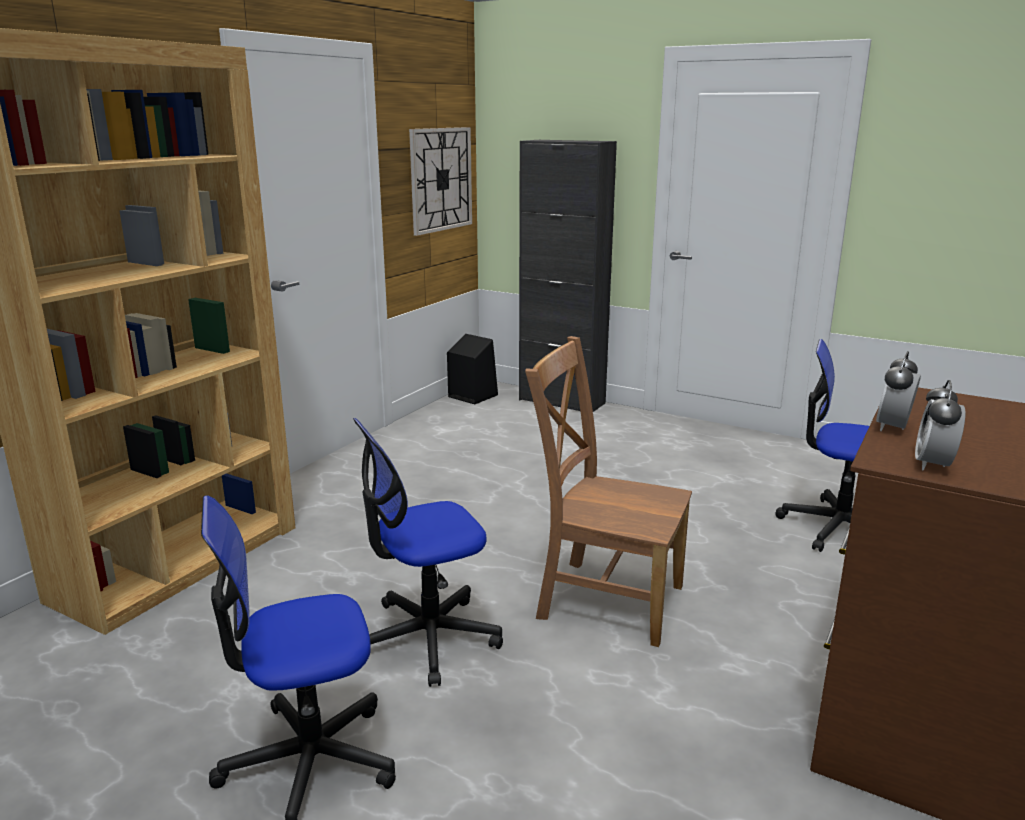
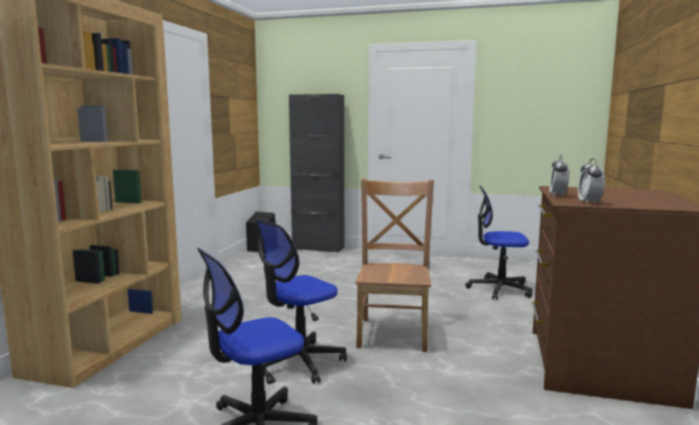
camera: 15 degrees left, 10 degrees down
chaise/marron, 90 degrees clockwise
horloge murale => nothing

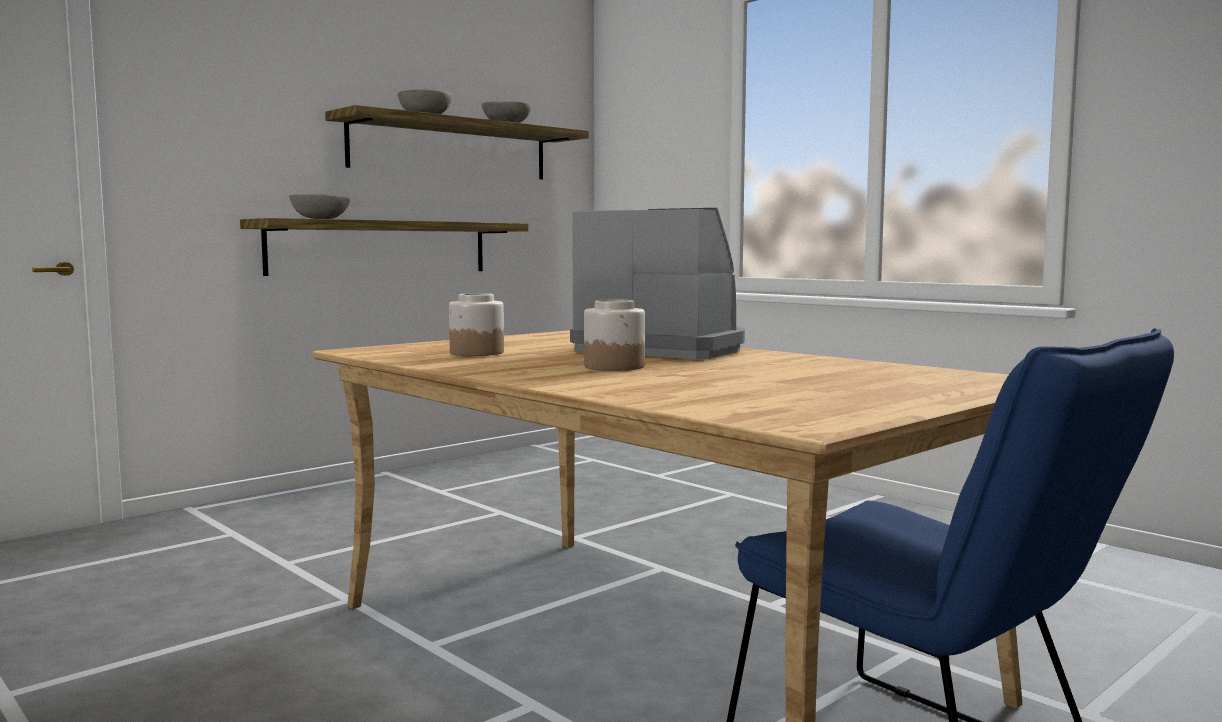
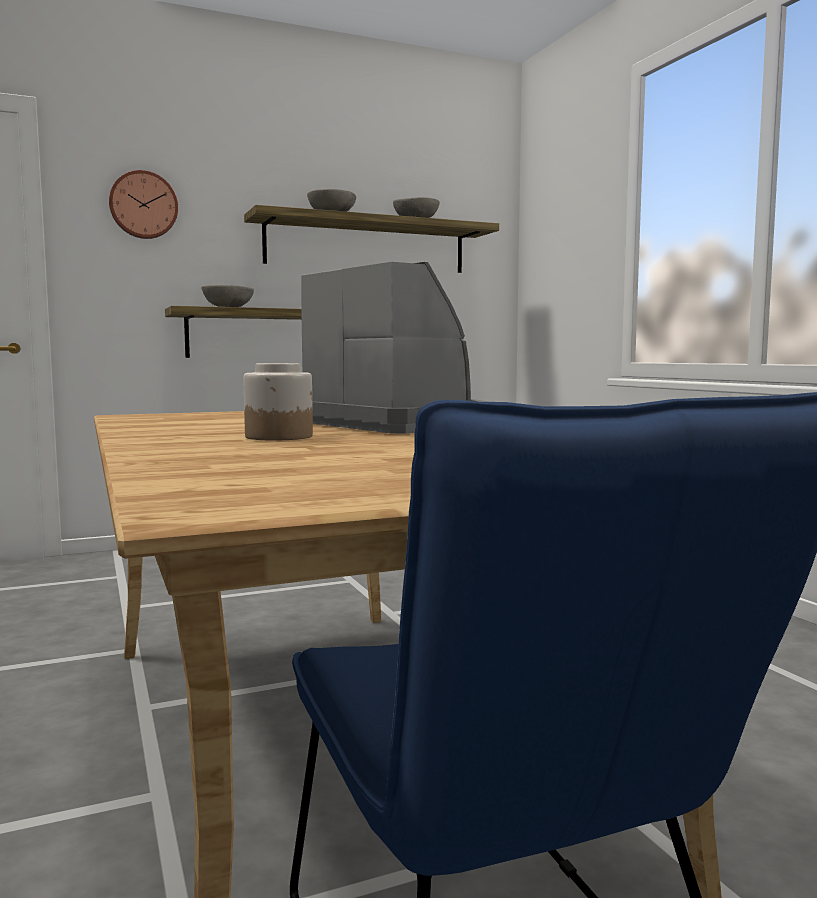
camera: 20 degrees right, 0 degrees up
nothing => horloge murale
bocal (no. 1 from left) => nothing

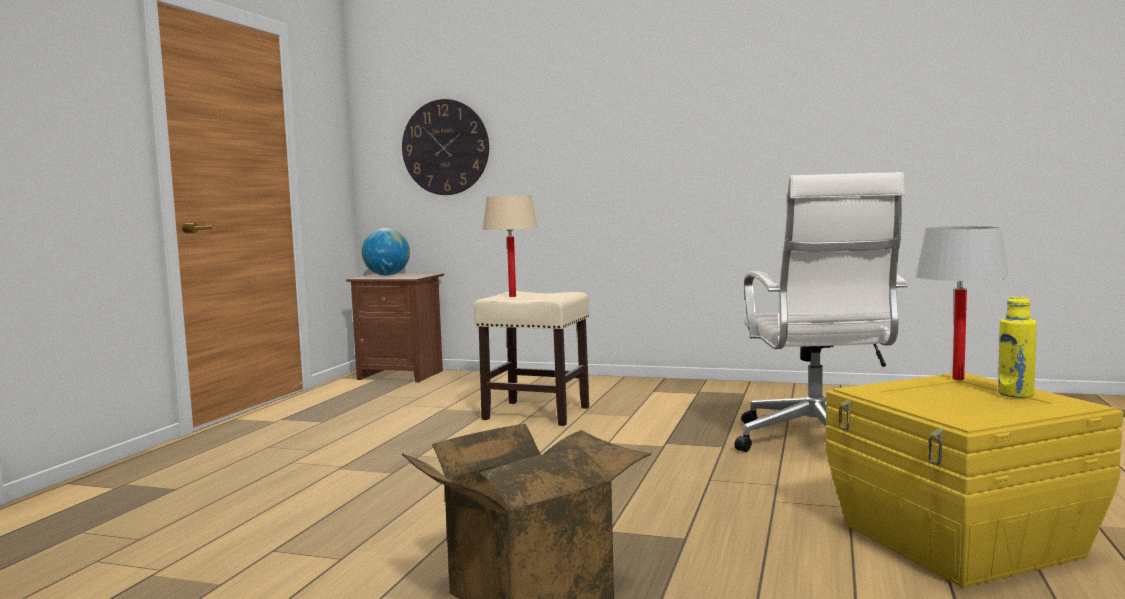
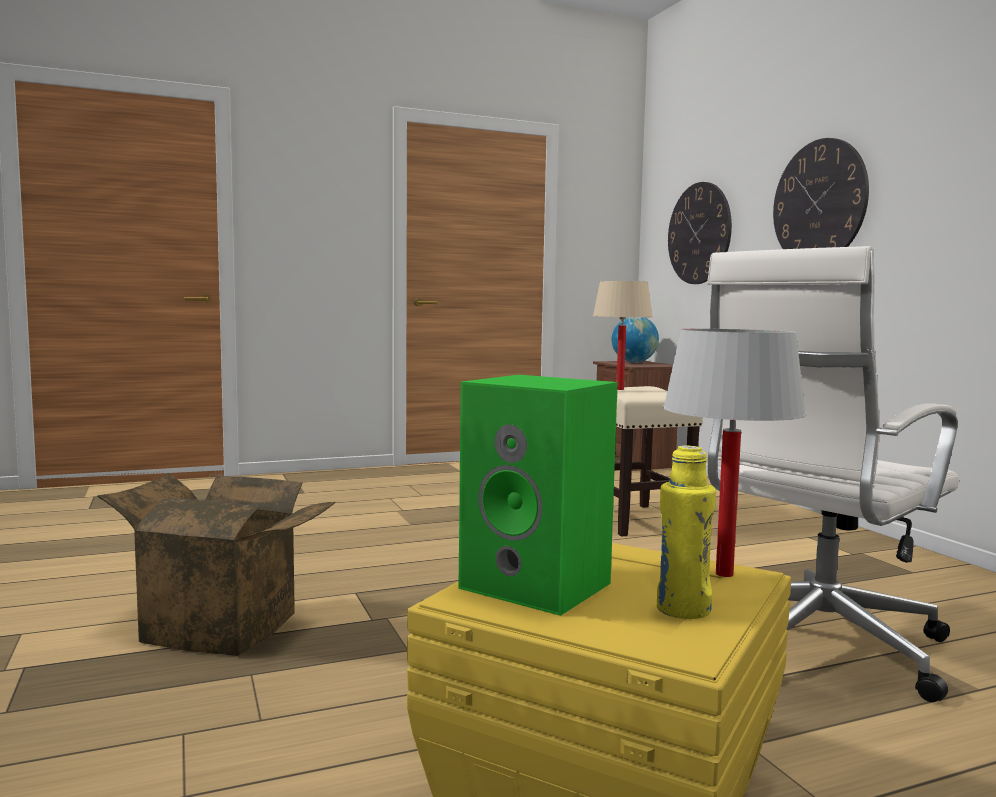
camera: 50 degrees right, 0 degrees up
nothing => enceinte/vert
nothing => horloge murale (no. 2 from left)

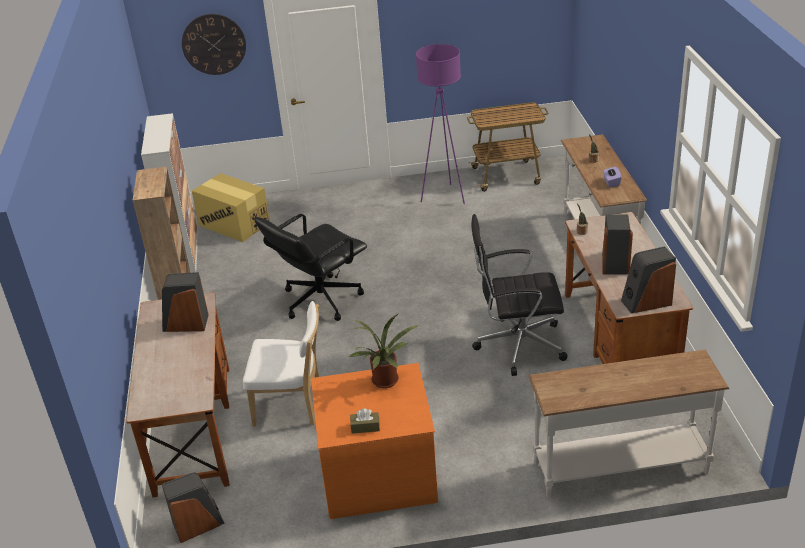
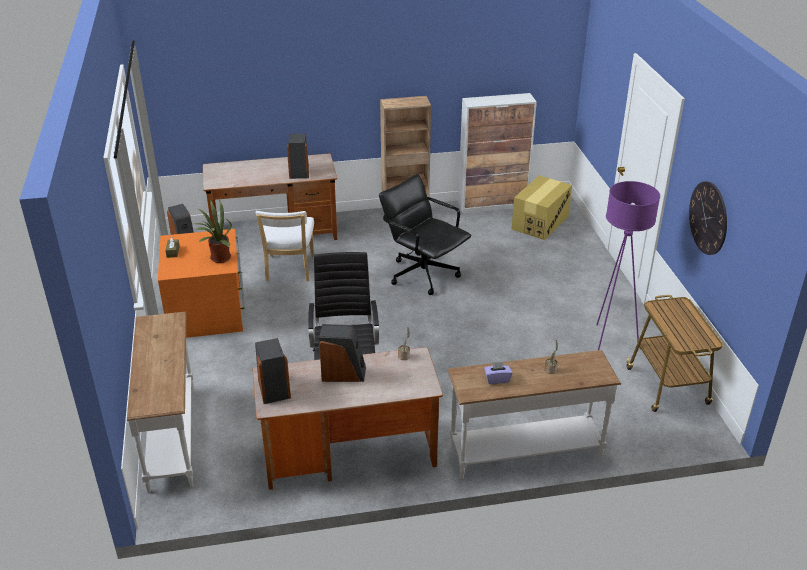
camera: 85 degrees right, 0 degrees up
horloge murale, shifted

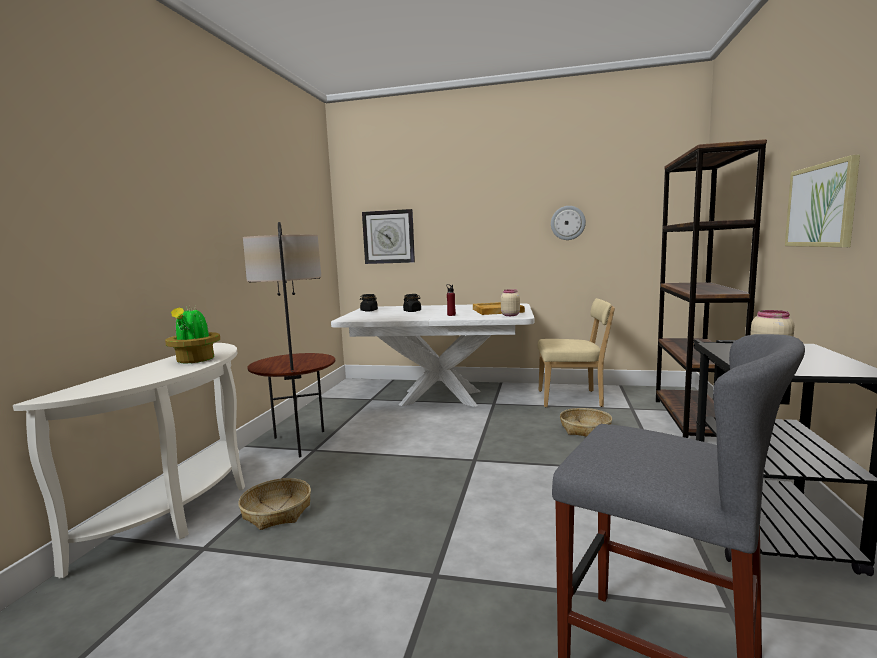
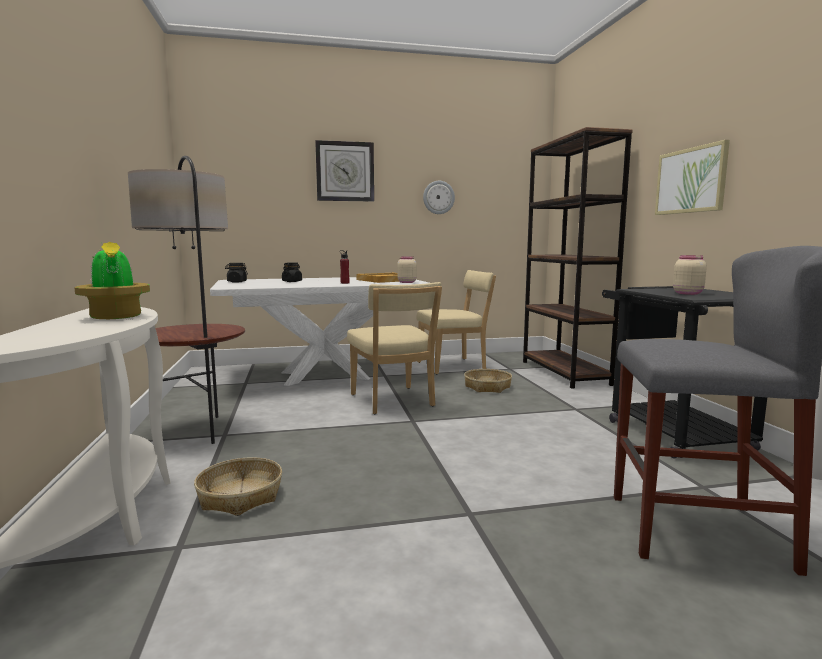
camera: 25 degrees left, 0 degrees up
horloge murale (no. 1 from left), shifted
nothing => chaise/beige (no. 1 from left)

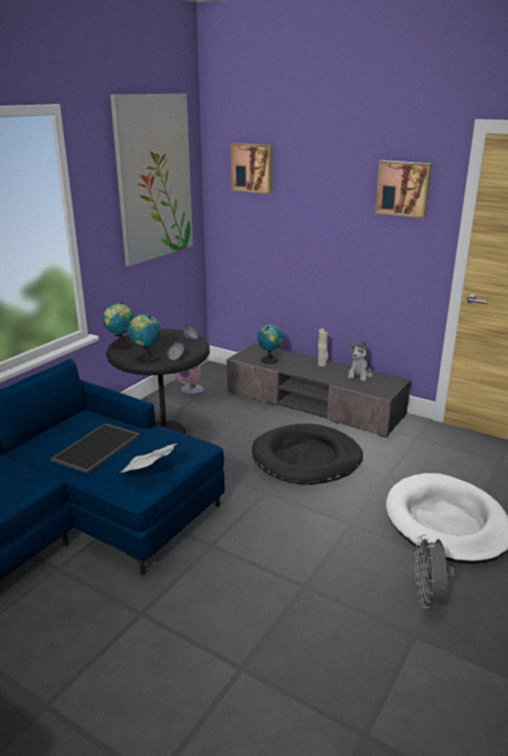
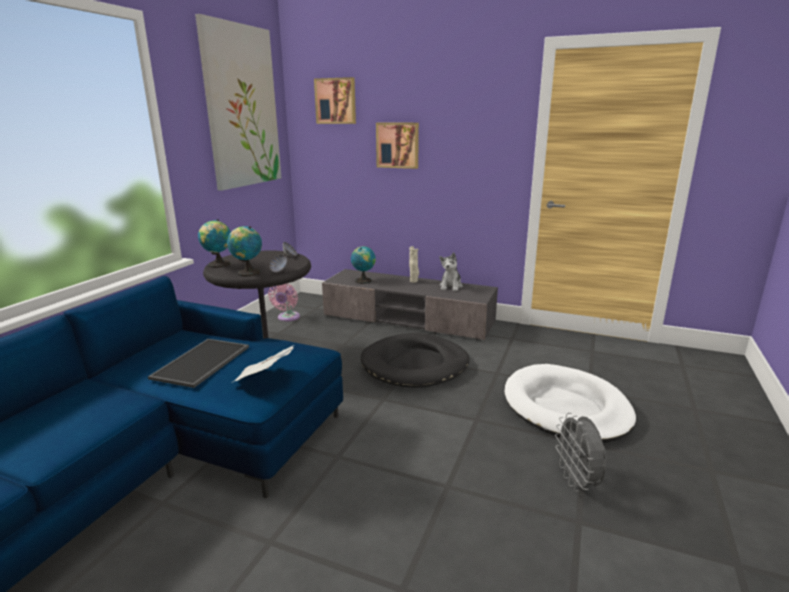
camera: 10 degrees left, 5 degrees down
tableau (no. 3 from left), shifted

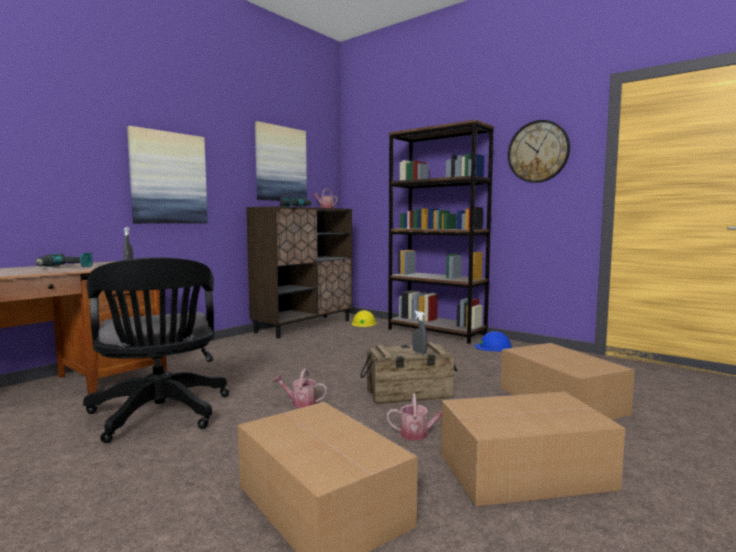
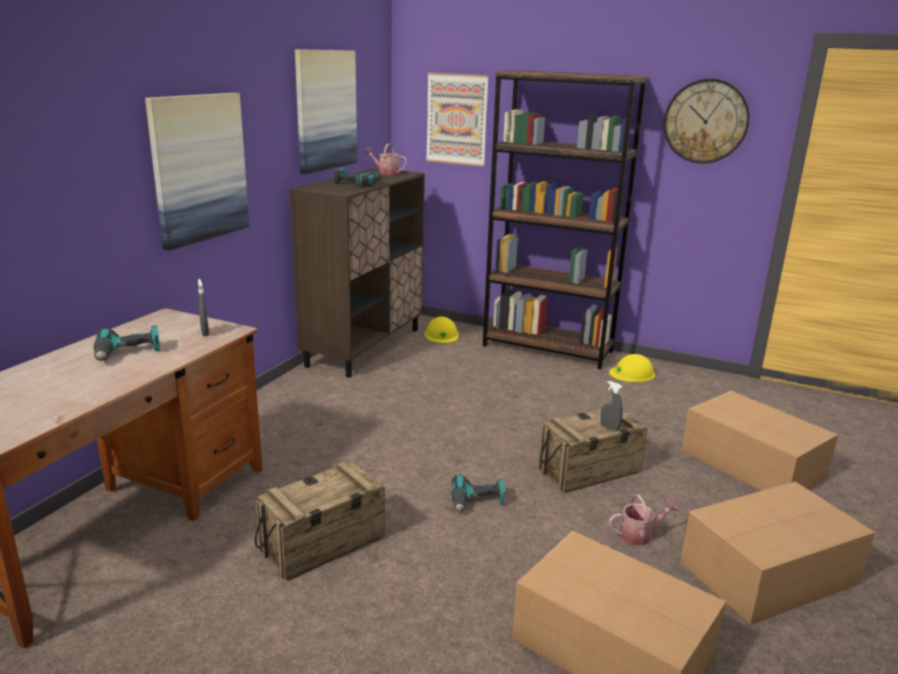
camera: 15 degrees left, 15 degrees up
chaise de bureau/noir => caisse (no. 1 from left)
nothing => tableau (no. 3 from left)
arrosoir (no. 1 from left) => perceuse (no. 3 from left)
casque de chantier/bleu => casque de chantier/jaune (no. 2 from left)

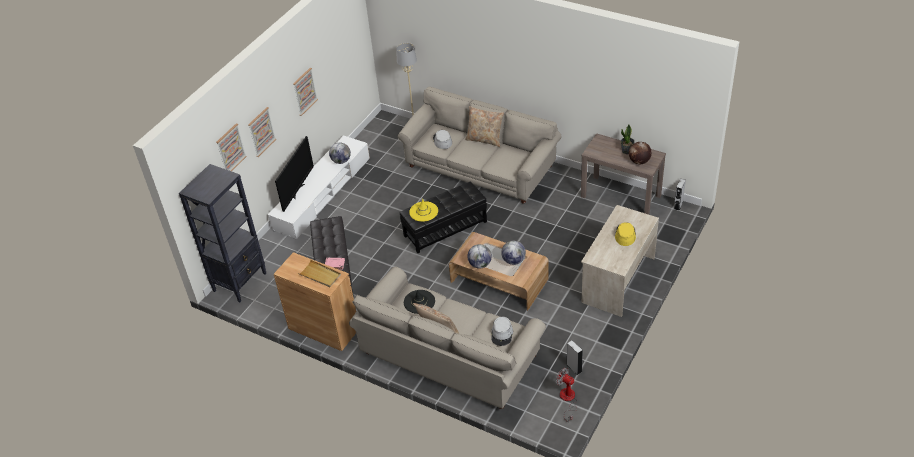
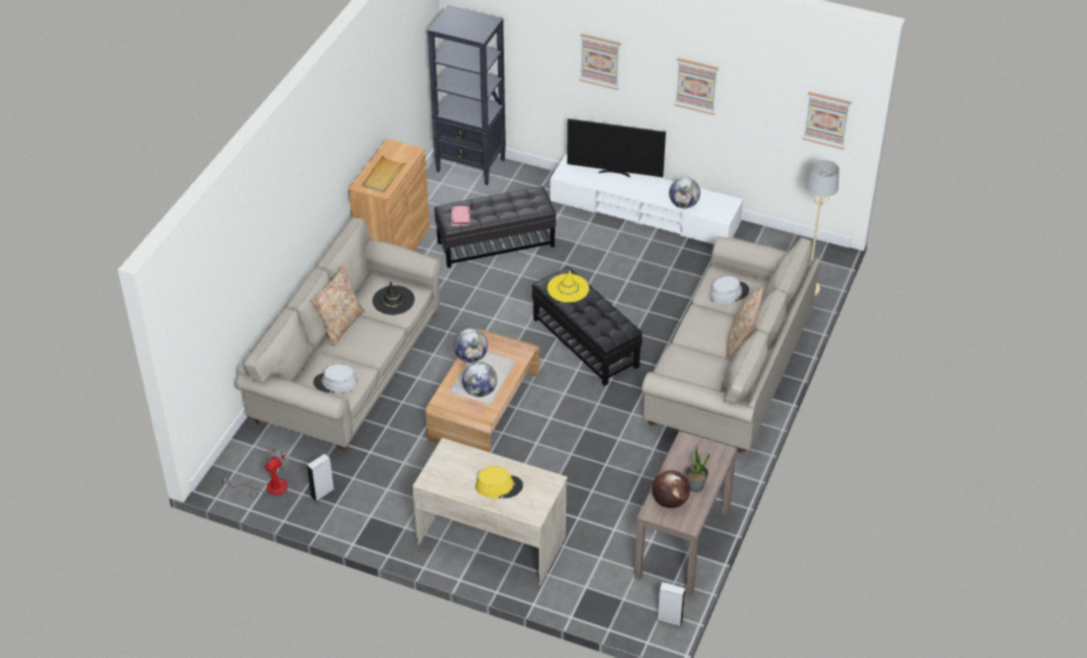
camera: 80 degrees right, 0 degrees up
tableau (no. 1 from left in the first image) => tableau (no. 3 from left), shifted

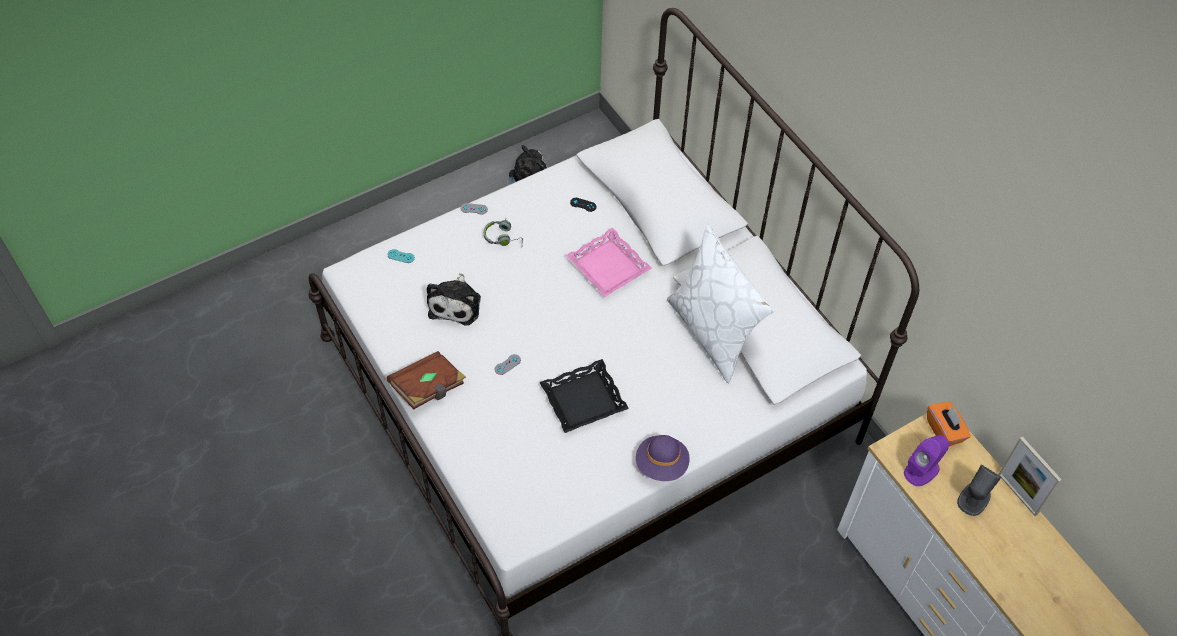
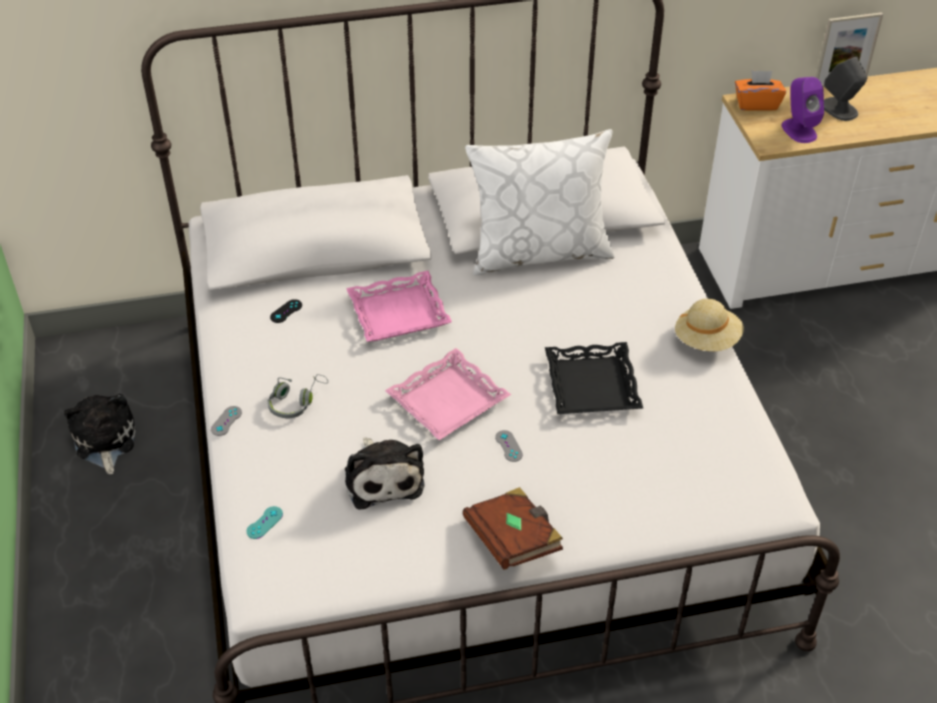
camera: 70 degrees left, 10 degrees down
peluche (no. 1 from left in the first image) => peluche (no. 2 from left), 45 degrees clockwise
nothing => plateau/rose (no. 2 from left)
chapeau/violet => chapeau/beige

